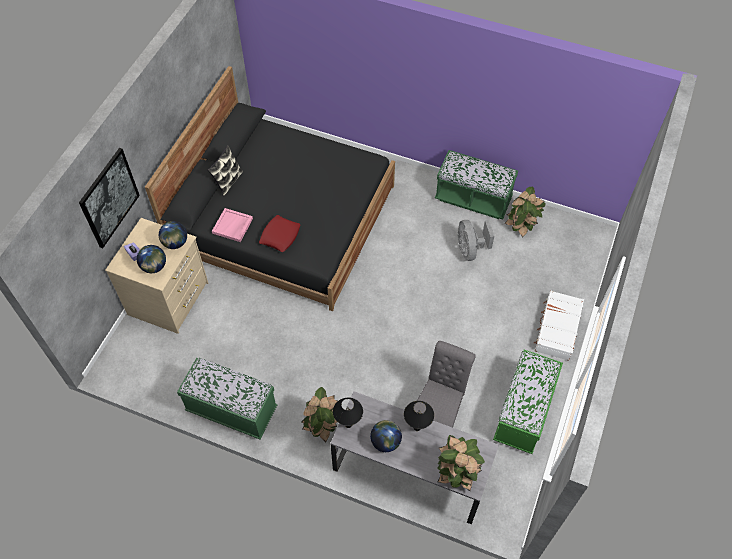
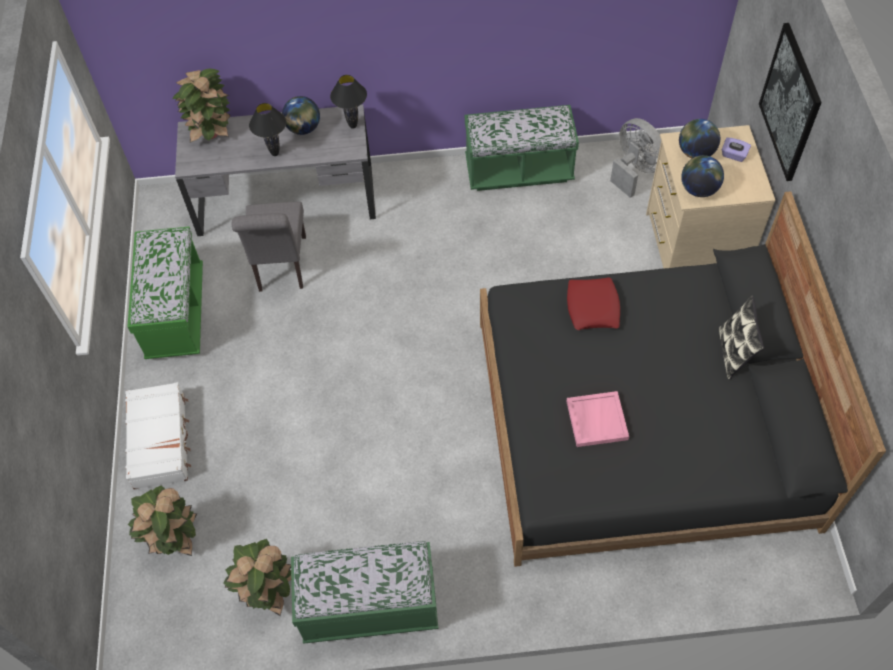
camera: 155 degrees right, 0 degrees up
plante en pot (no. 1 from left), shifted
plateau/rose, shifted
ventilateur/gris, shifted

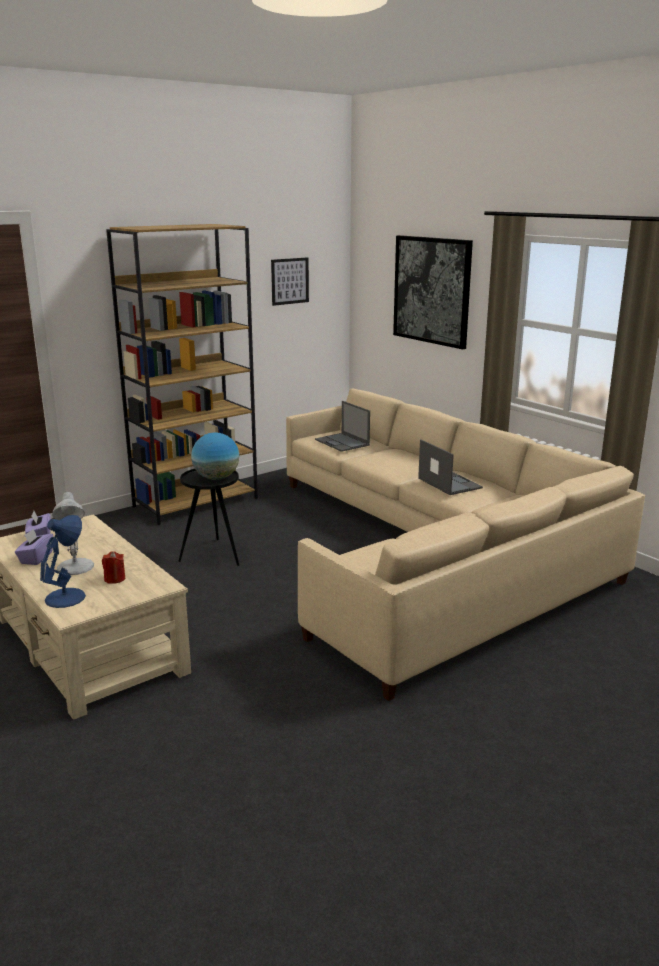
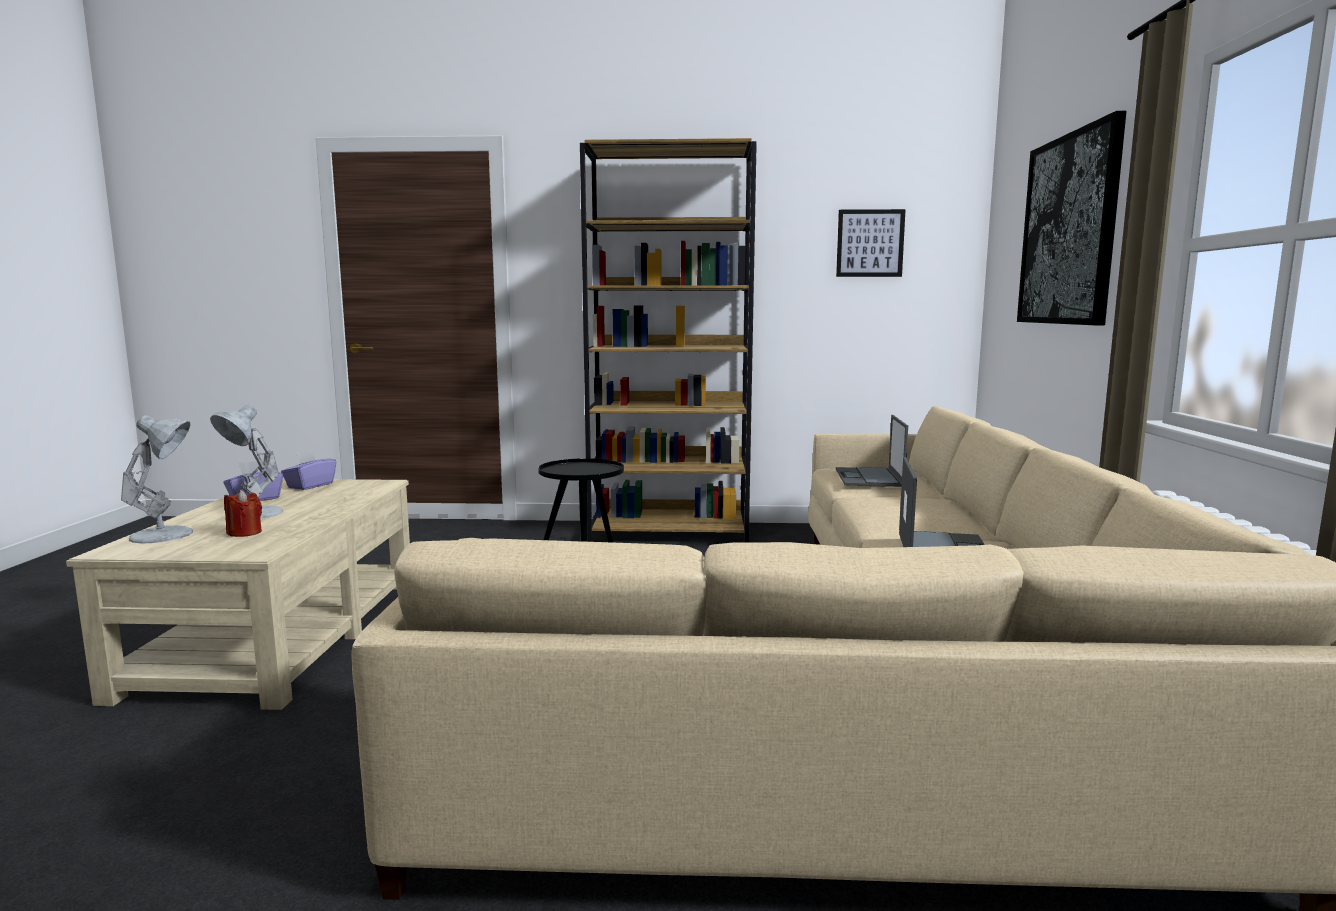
camera: 40 degrees right, 10 degrees down
lampe de table/bleu => lampe de table/blanc (no. 1 from left)
globe => nothing

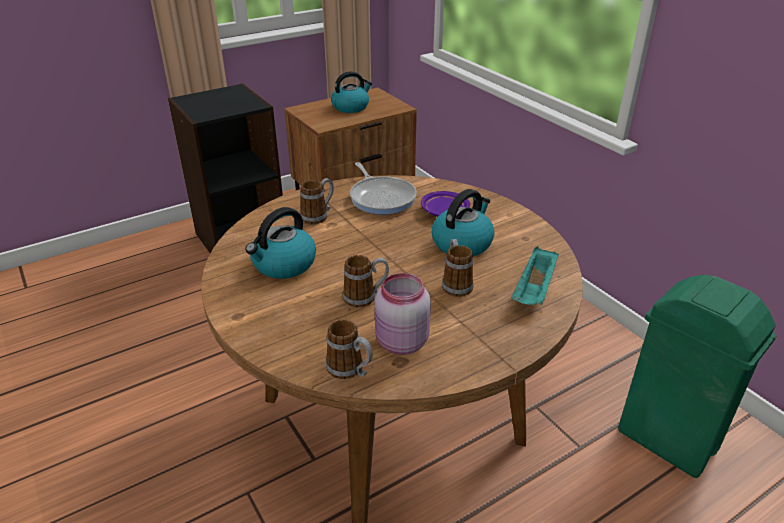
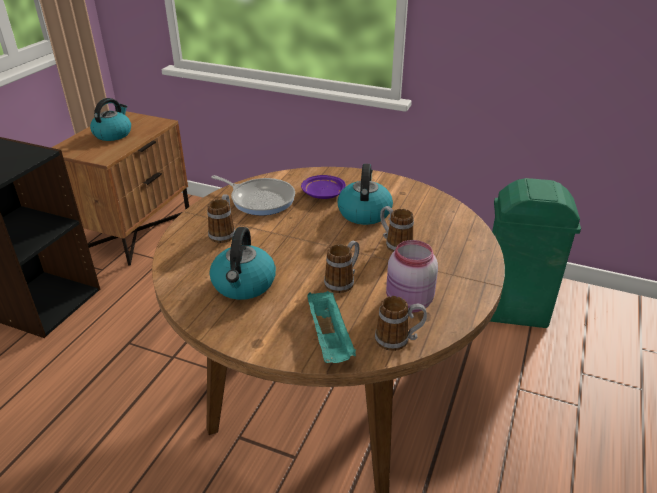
camera: 35 degrees left, 0 degrees up
plateau/turquoise, shifted

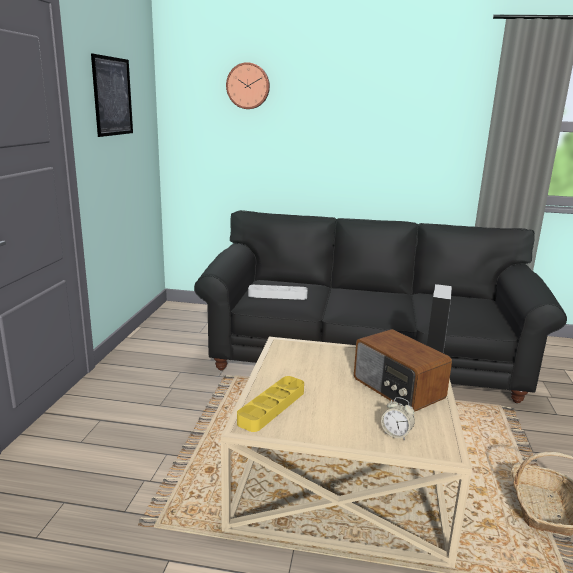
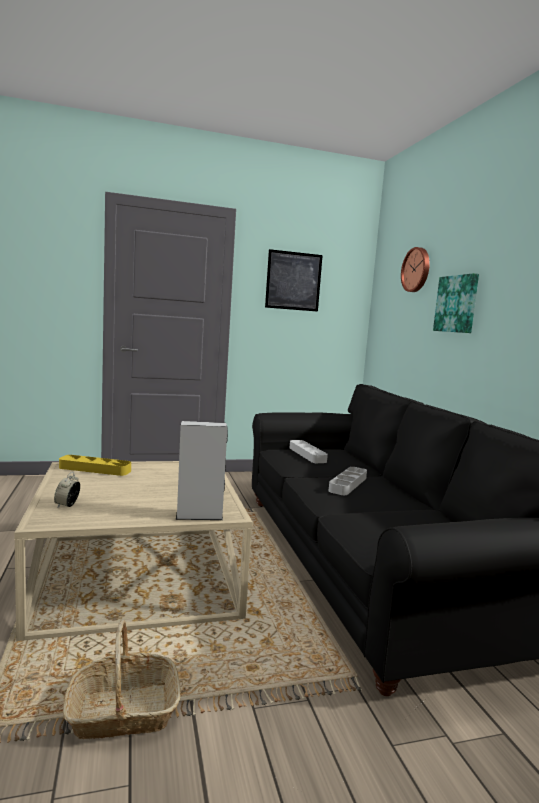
camera: 65 degrees right, 10 degrees down
nothing => plateau/gris (no. 2 from left)
nothing => tableau (no. 2 from left)
radio => nothing

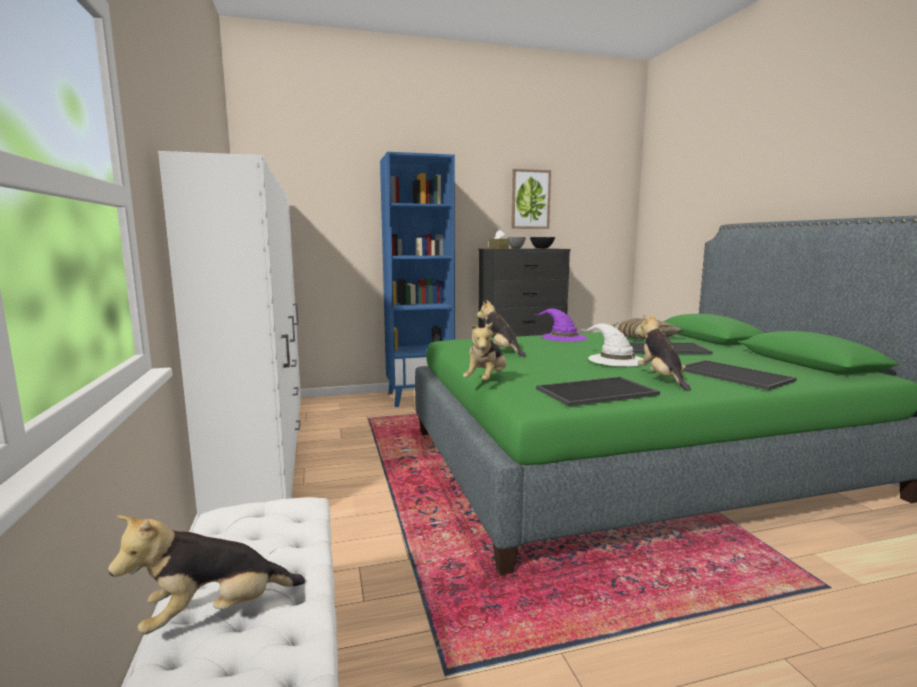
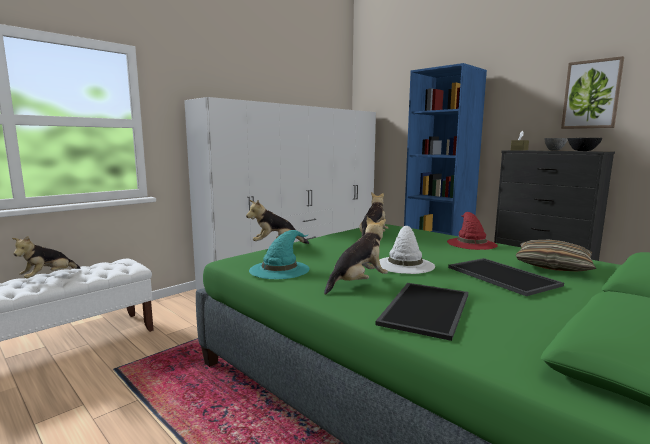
camera: 60 degrees right, 0 degrees up
peluche (no. 1 from left), 90 degrees counterclockwise
plateau (no. 1 from left) => chapeau/turquoise
chapeau/violet => chapeau/rouge

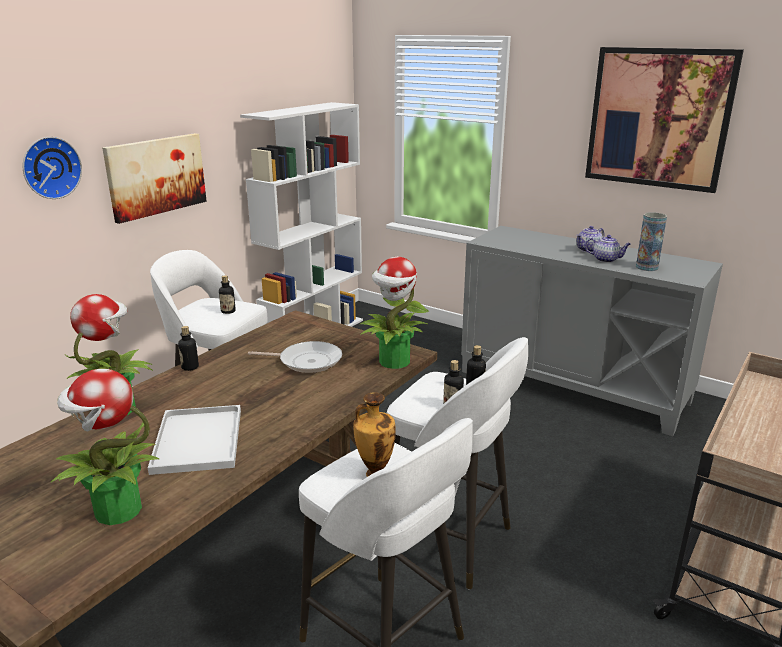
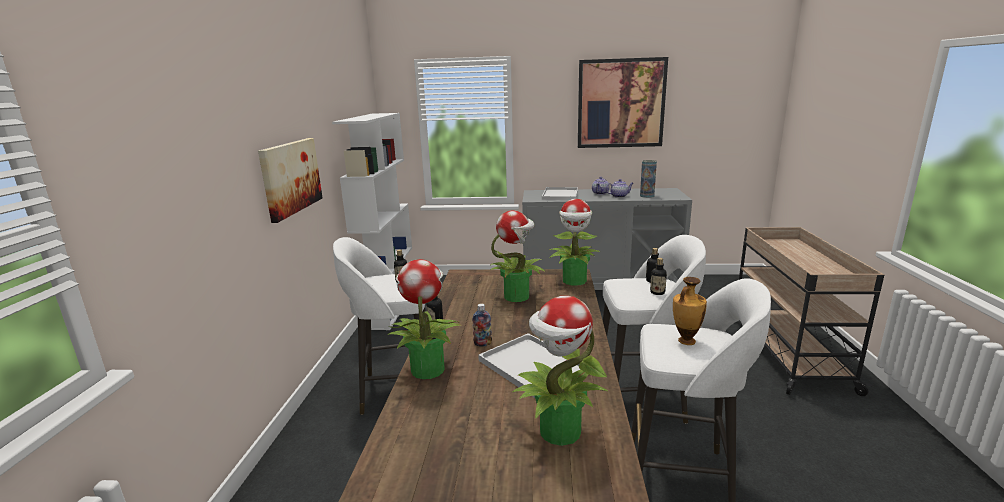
camera: 30 degrees left, 5 degrees down
nothing => bouteille (no. 3 from left)
poêle => plante en pot (no. 2 from left)
nothing => plateau/blanc (no. 2 from left)
horloge murale => nothing

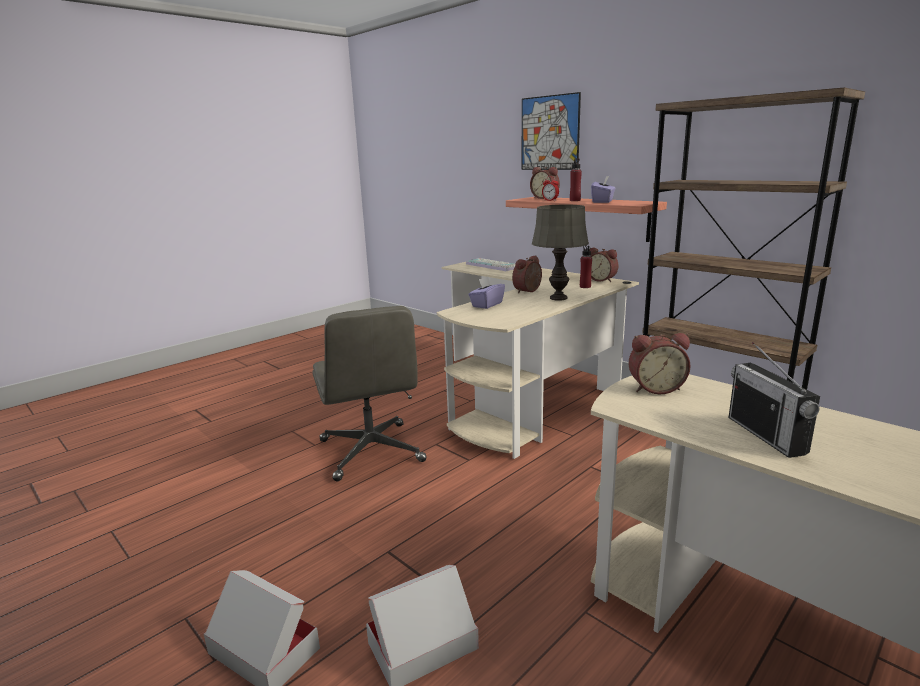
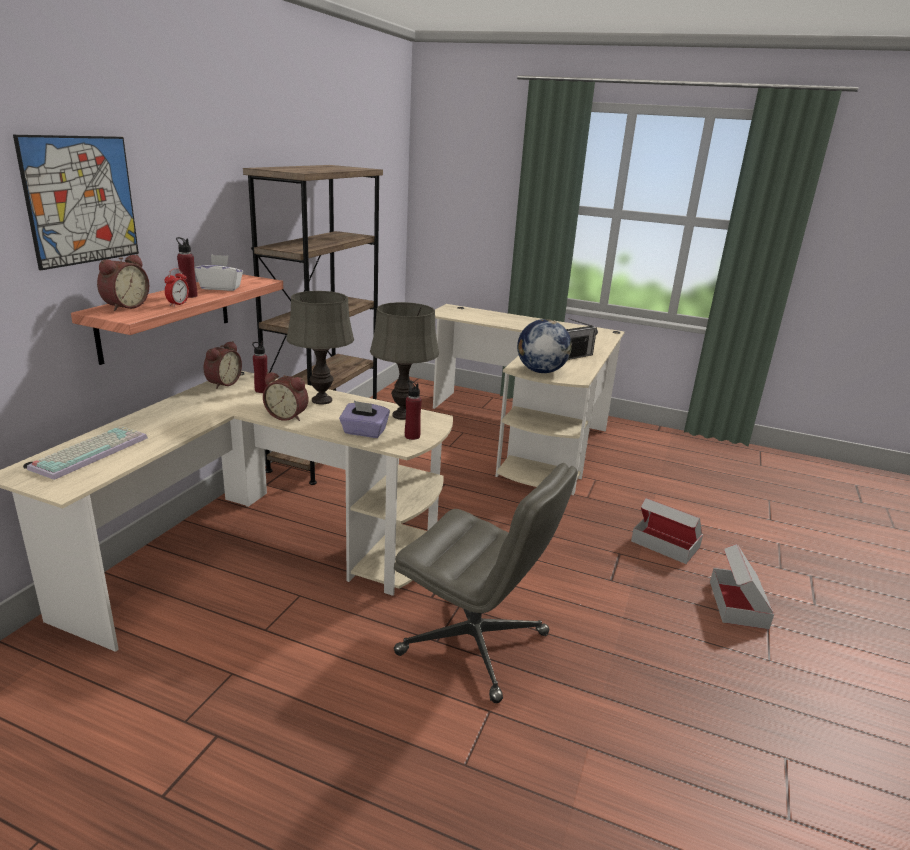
camera: 115 degrees left, 5 degrees up
boîte à mouchoirs/violet (no. 2 from left) => boîte à mouchoirs/blanc
nothing => lampe de table/gris (no. 2 from left)
chaise de bureau/gris, 75 degrees clockwise
nothing => bouteille/rouge (no. 3 from left)
réveil (no. 5 from left) => globe

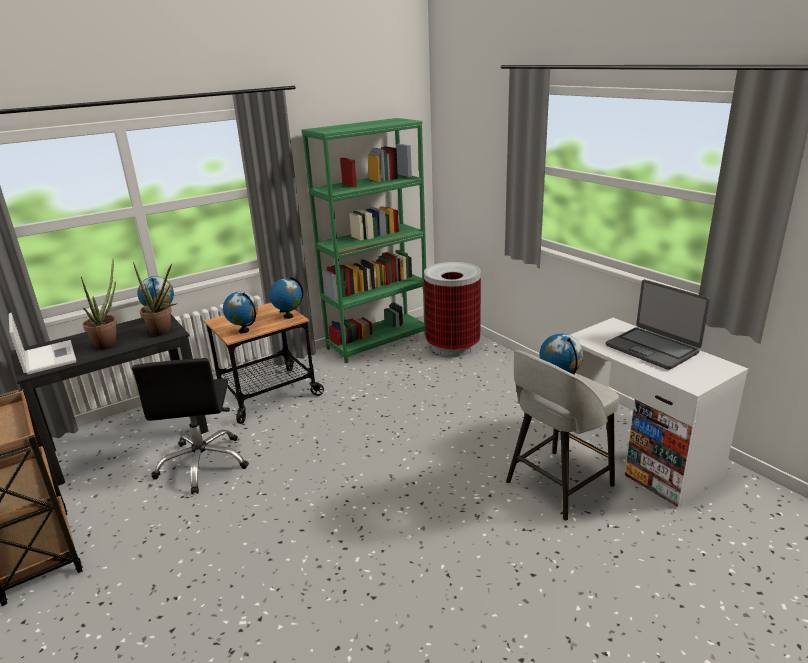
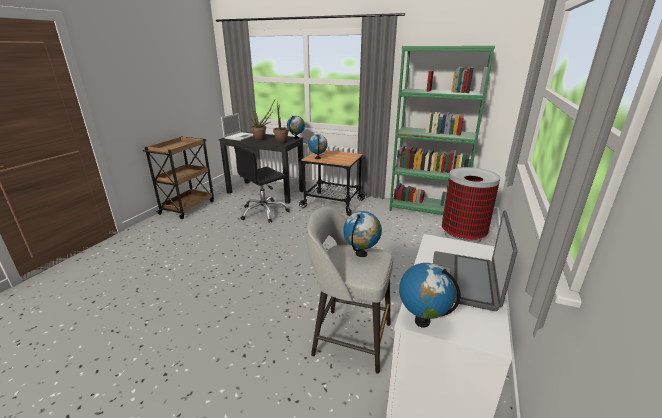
camera: 55 degrees right, 0 degrees up
globe (no. 3 from left in the first image) => globe (no. 4 from left), shifted

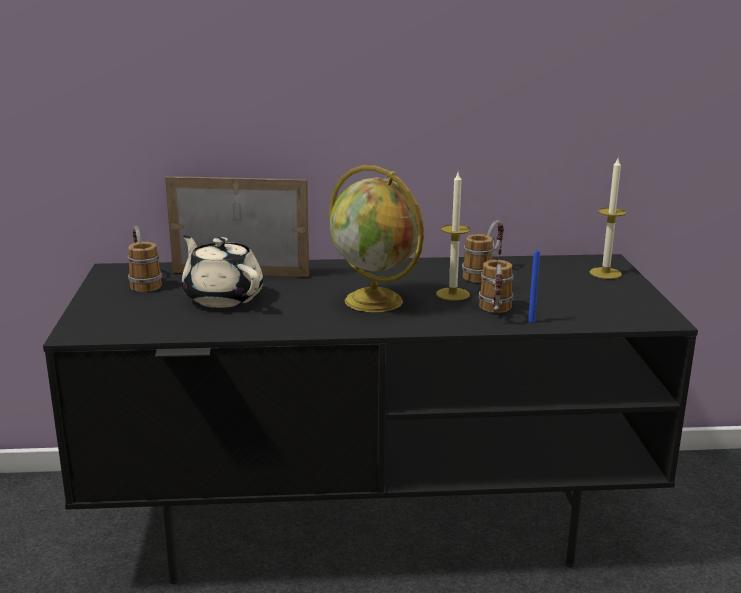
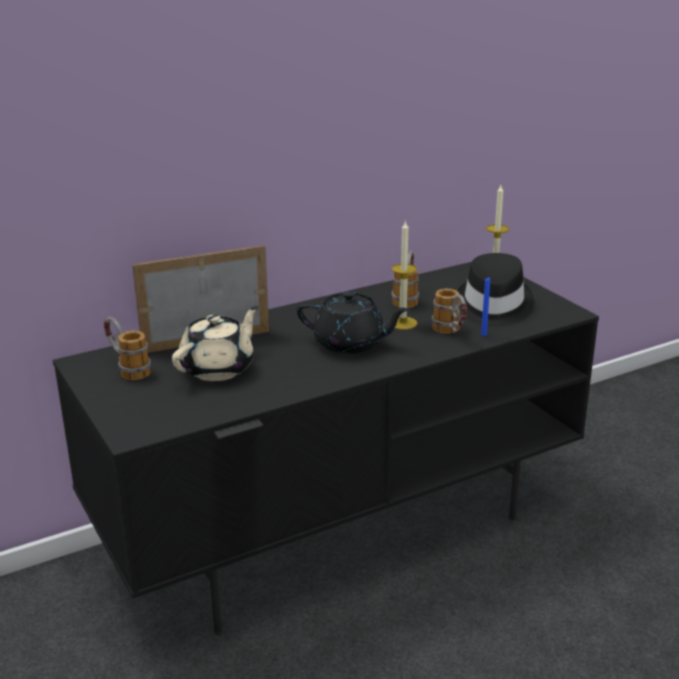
camera: 25 degrees left, 5 degrees up
théière/beige, 105 degrees clockwise
globe => théière/noir
nothing => chapeau/noir

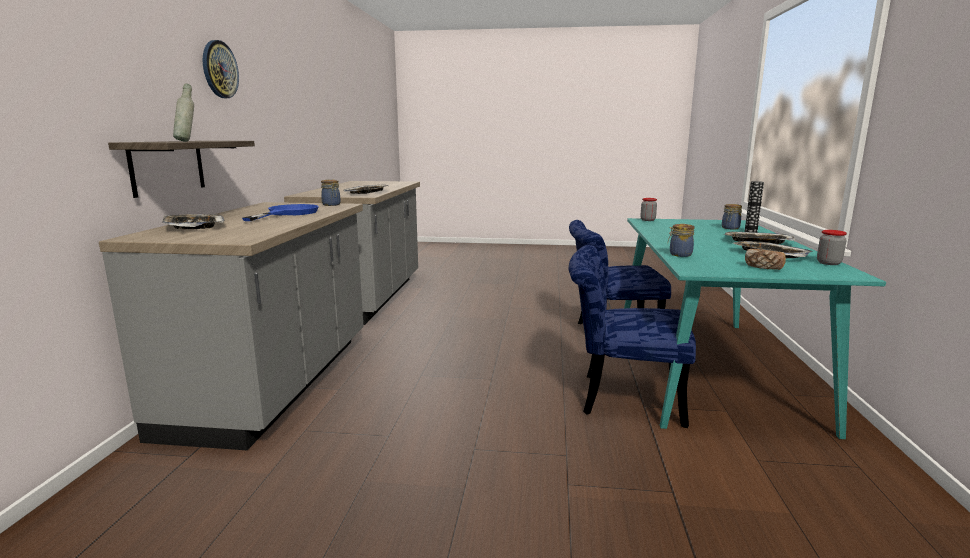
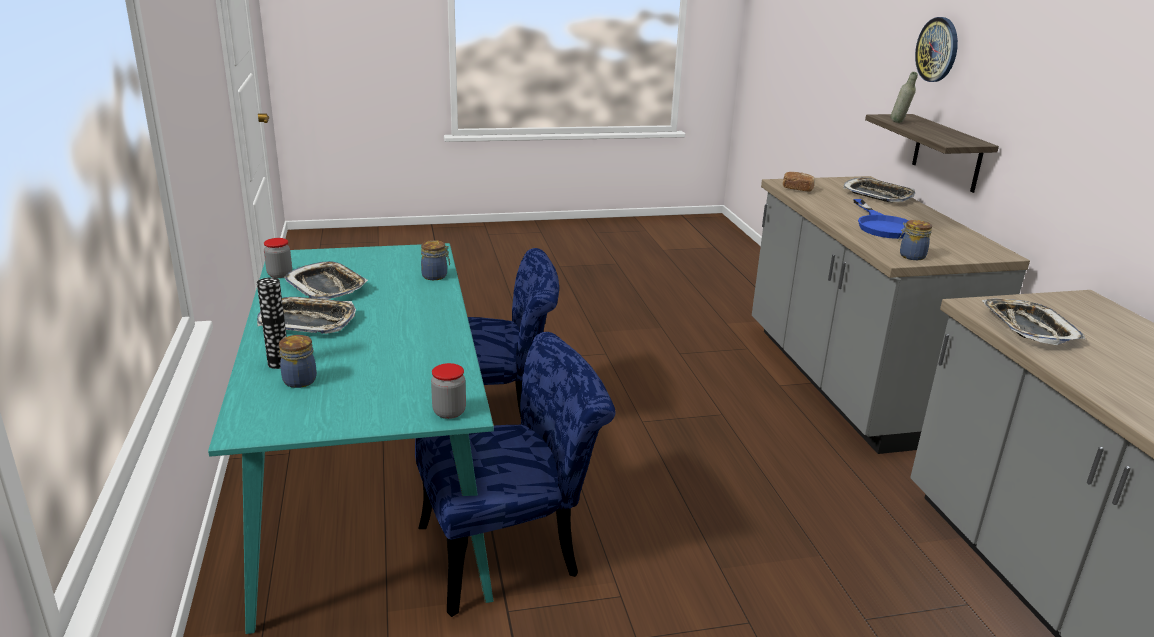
camera: 160 degrees right, 10 degrees up
pain, shifted
horloge murale, shifted

